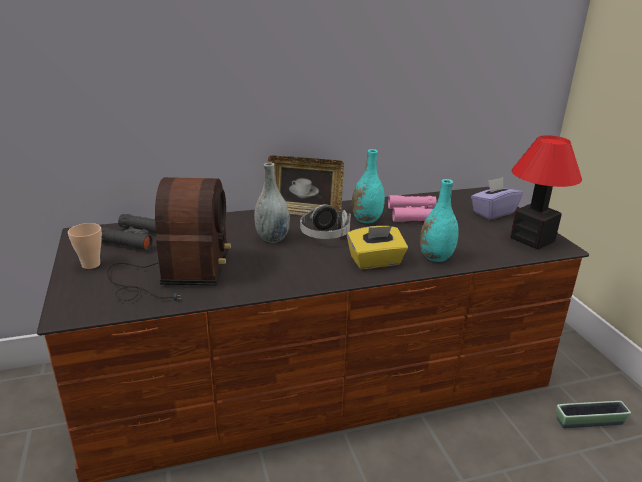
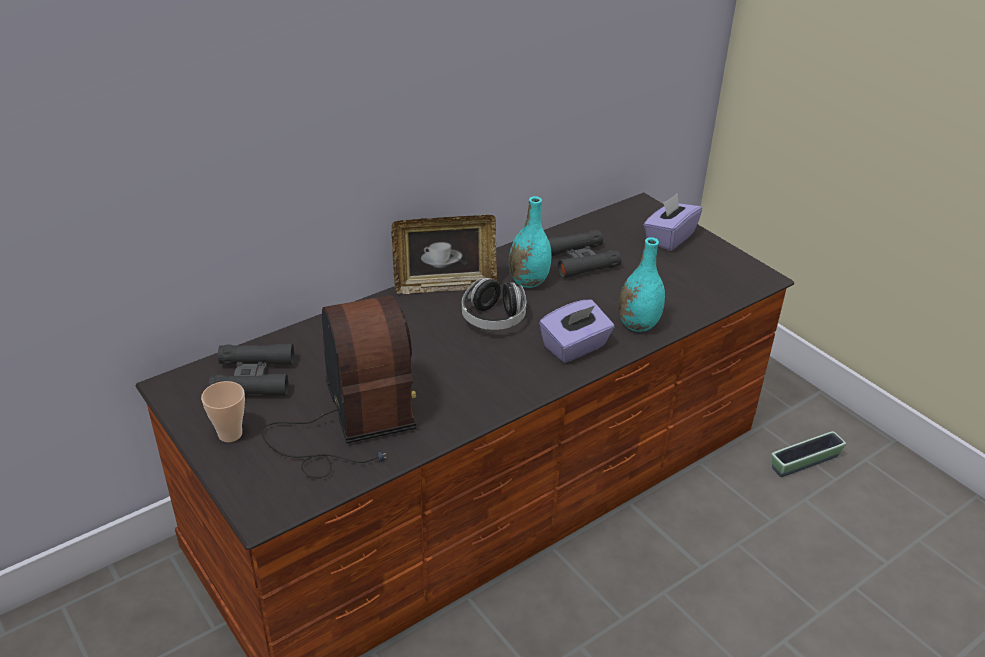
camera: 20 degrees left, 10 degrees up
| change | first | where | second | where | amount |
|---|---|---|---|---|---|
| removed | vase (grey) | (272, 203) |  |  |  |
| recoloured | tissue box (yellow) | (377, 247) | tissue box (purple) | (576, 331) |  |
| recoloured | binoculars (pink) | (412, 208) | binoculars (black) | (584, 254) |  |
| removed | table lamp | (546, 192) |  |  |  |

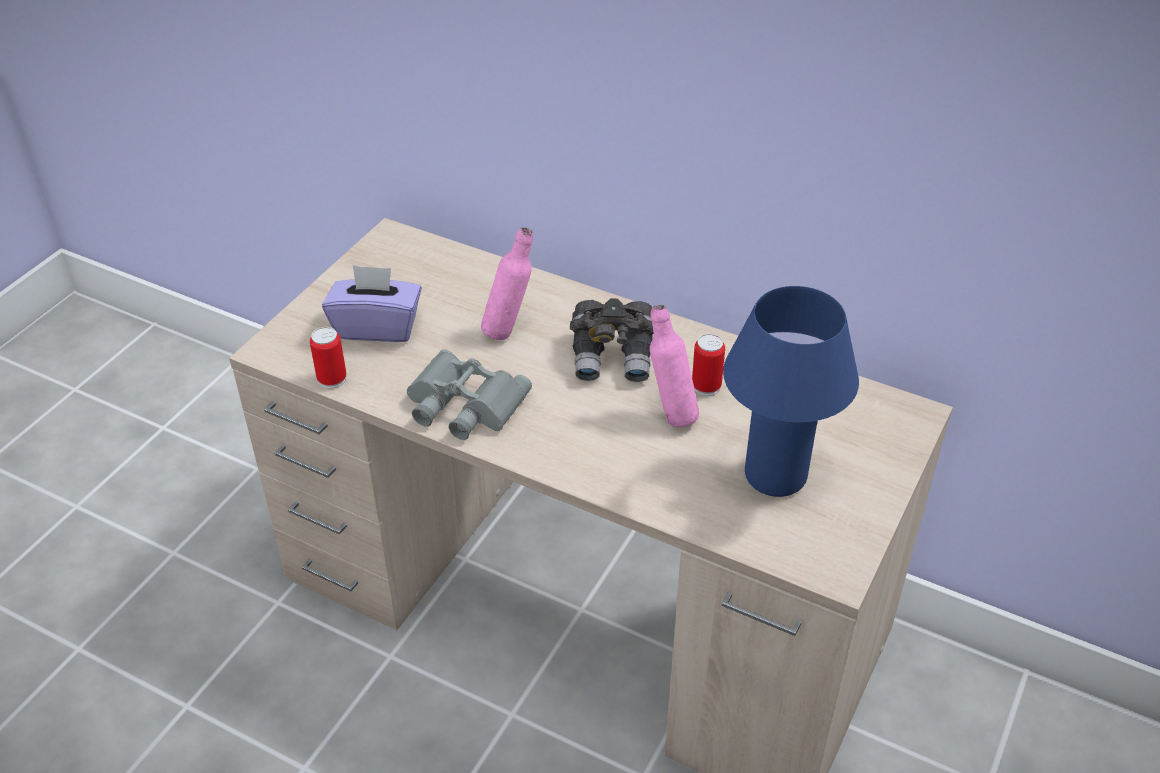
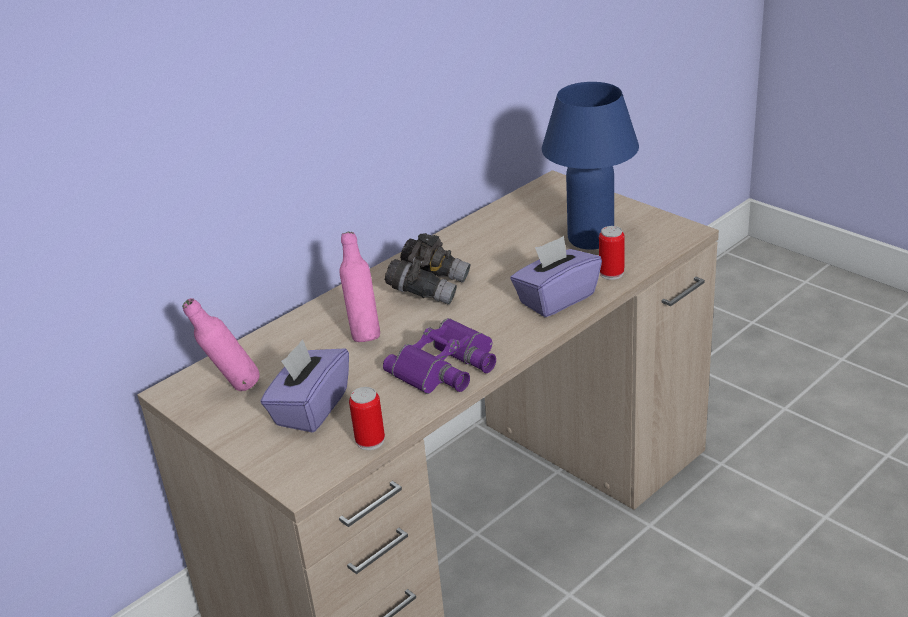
camera: 70 degrees left, 10 degrees down
| change | first | where | second | where | amount |
|---|---|---|---|---|---|
| recoloured | binoculars (grey) | (469, 394) | binoculars (purple) | (439, 356) |  |
| moved | bottle (pink) | (674, 366) |  | (221, 344) |  |
| moved | can | (708, 365) |  | (612, 253) |  |
| added |  |  | tissue box (purple) | (556, 276) |  |

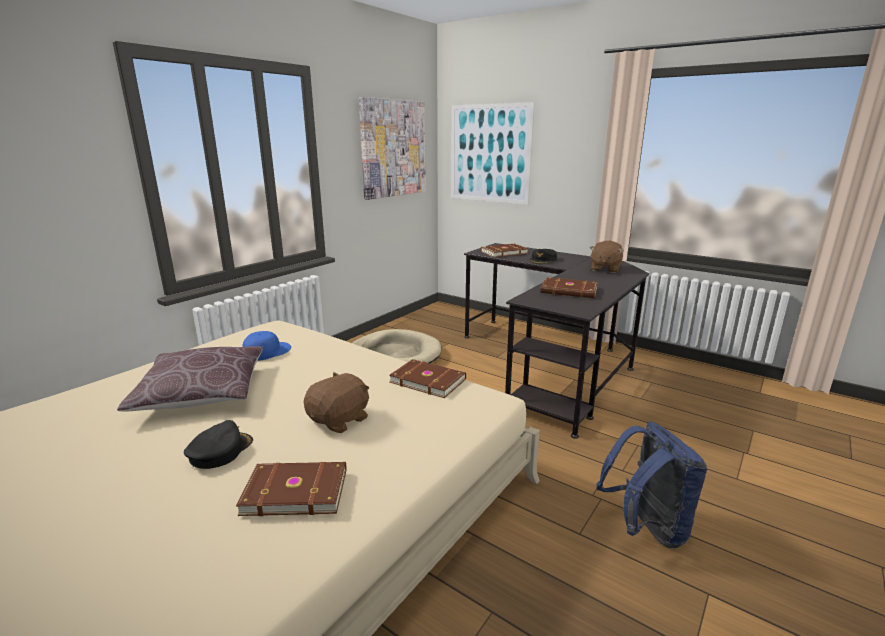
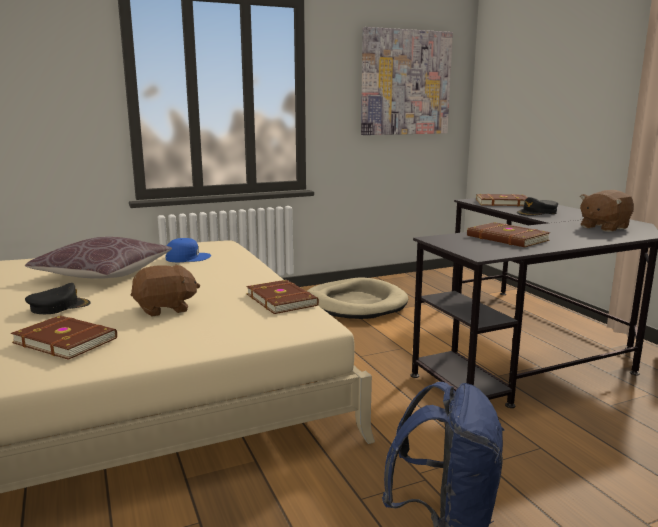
camera: 30 degrees right, 5 degrees down
| change | first | where | second | where | amount |
|---|---|---|---|---|---|
| removed | picture | (493, 153) |  |  |  |

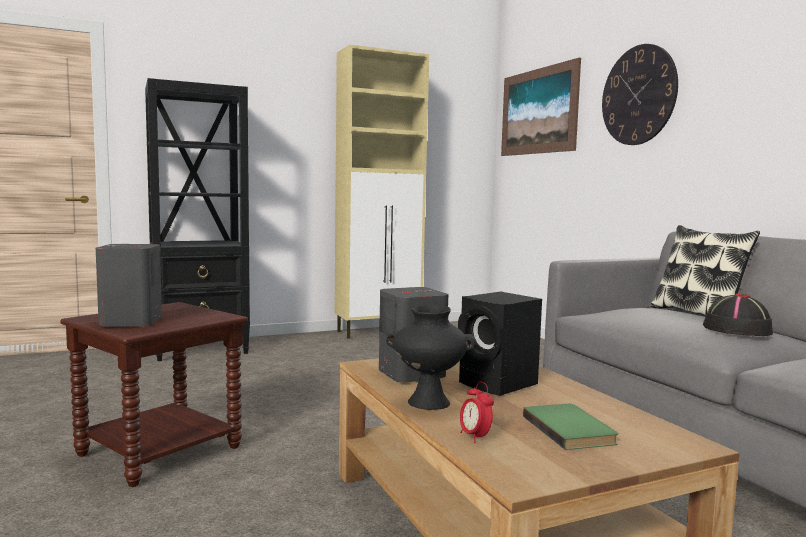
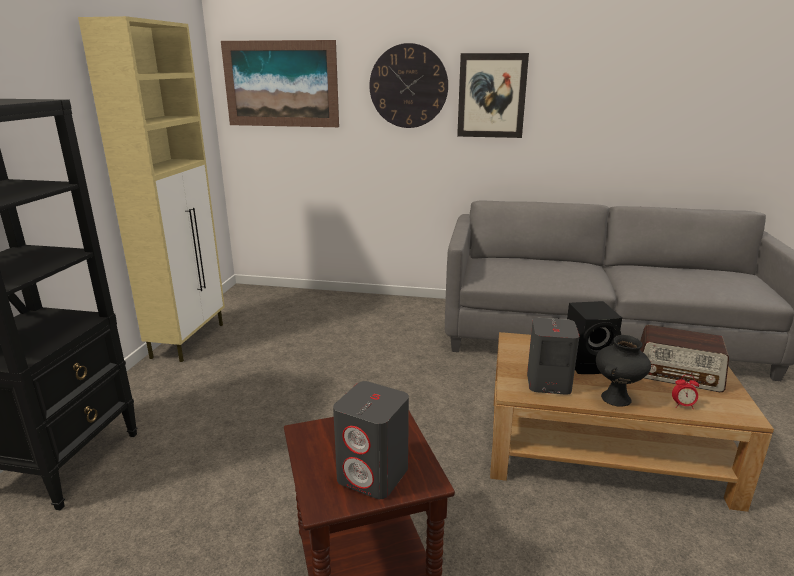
camera: 55 degrees left, 15 degrees up
| change | first | where | second | where | amount |
|---|---|---|---|---|---|
| replaced | book (green) | (570, 427) | radio | (684, 358) |  |
| removed | pillow | (705, 270) |  |  |  |
| removed | hat (black) | (738, 315) |  |  |  |
| added |  |  | picture | (493, 95) |  |

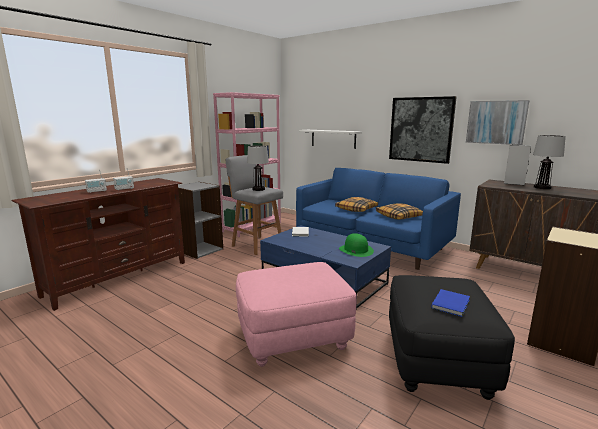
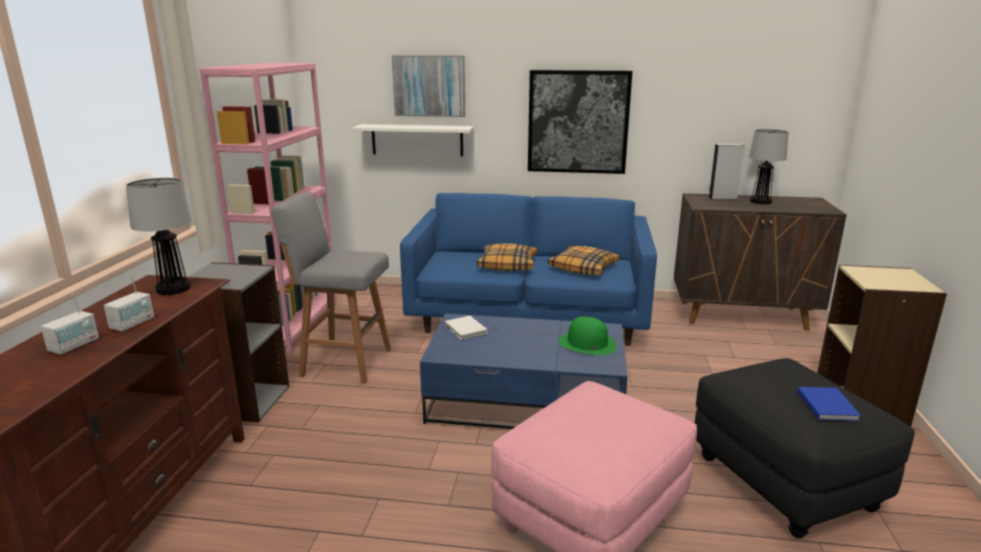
camera: 30 degrees left, 5 degrees up
| change | first | where | second | where | amount |
|---|---|---|---|---|---|
| moved | table lamp | (258, 168) |  | (159, 236) |  |
| moved | picture | (497, 122) |  | (428, 86) |  |

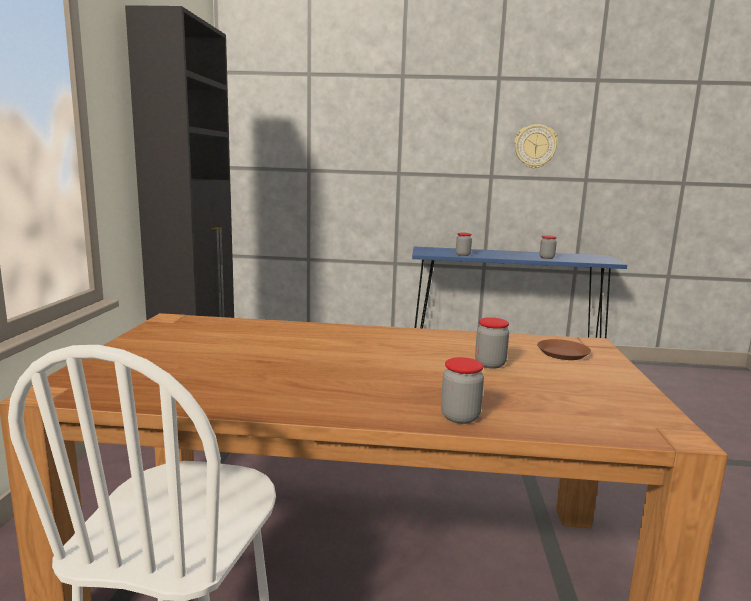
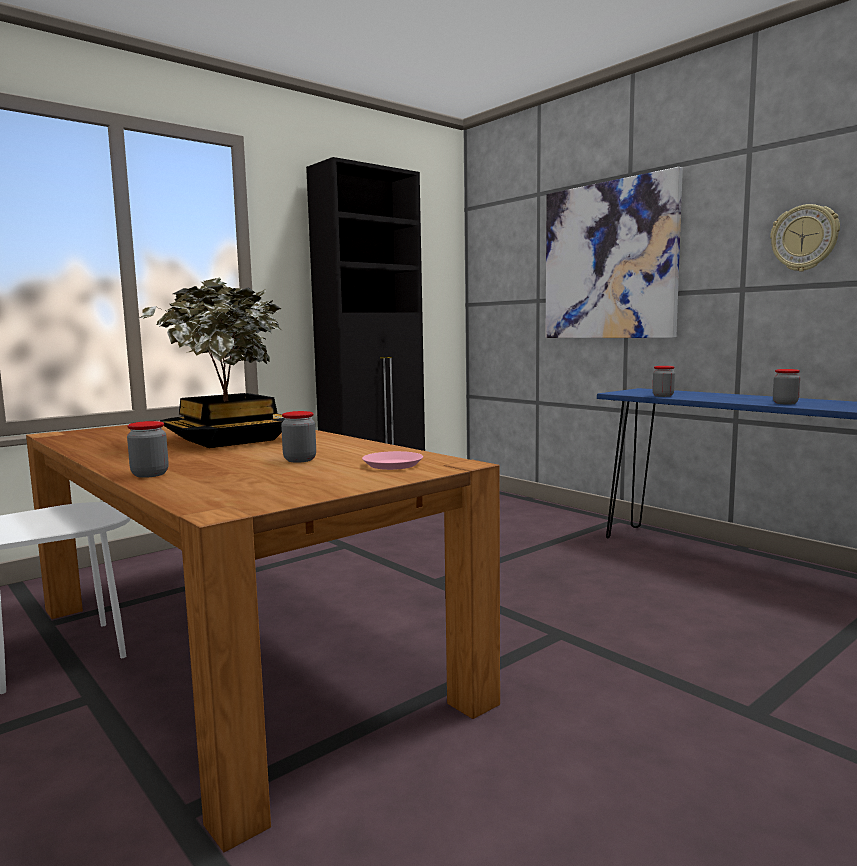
camera: 45 degrees right, 5 degrees down
| change | first | where | second | where | amount |
|---|---|---|---|---|---|
| recoloured | plate (brown) | (564, 349) | plate (pink) | (392, 460) |  |
| added |  |  | potted plant | (212, 363) |  |
| added |  |  | picture | (614, 252) |  |

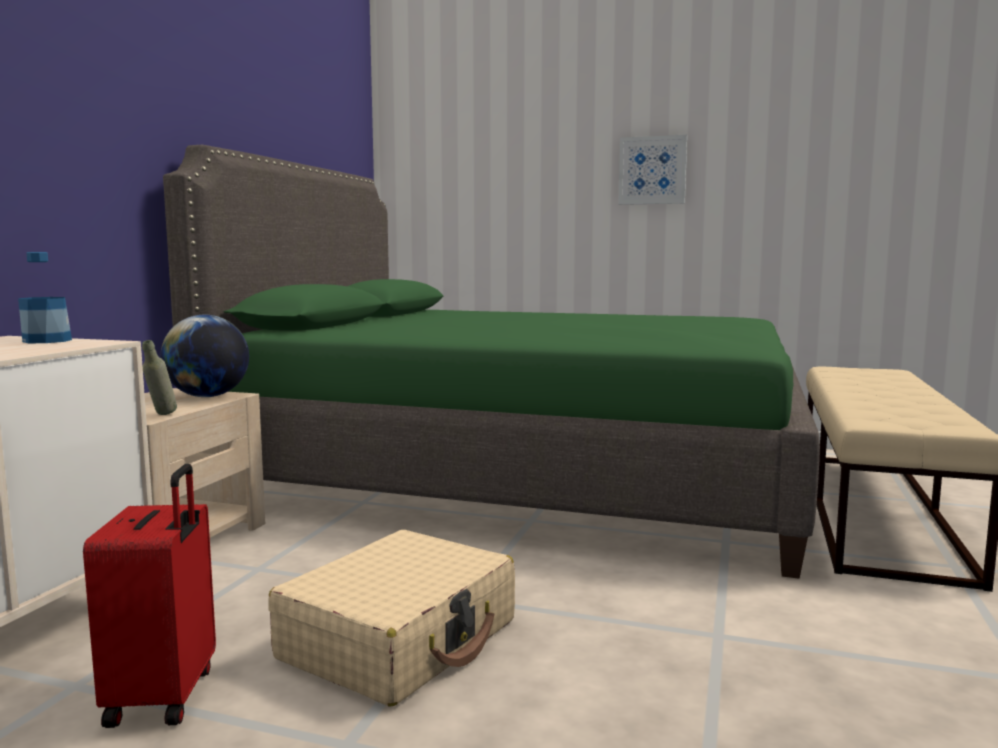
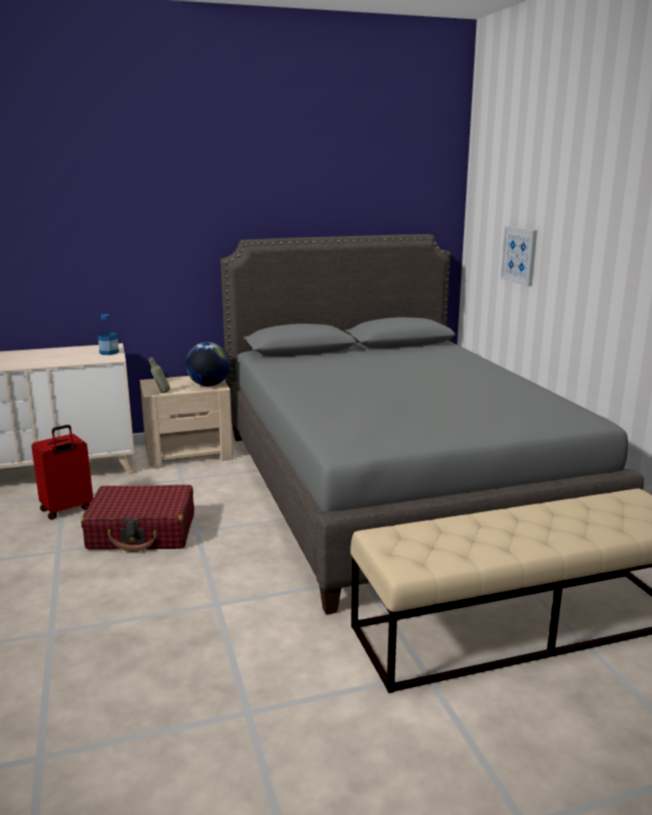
camera: 55 degrees right, 10 degrees up
| change | first | where | second | where | amount |
|---|---|---|---|---|---|
| recoloured | bed (green) | (491, 362) | bed (grey) | (432, 424) |  |
| recoloured | suitcase (beige) | (391, 618) | suitcase (red) | (137, 518) |  |
| moved | picture | (652, 170) |  | (518, 256) |  |

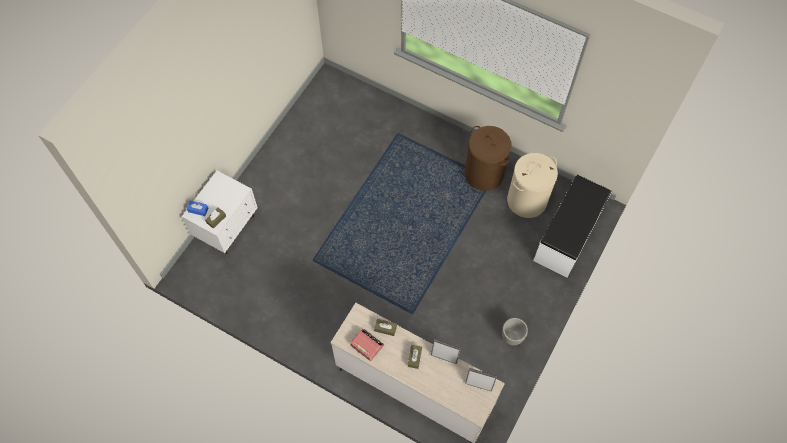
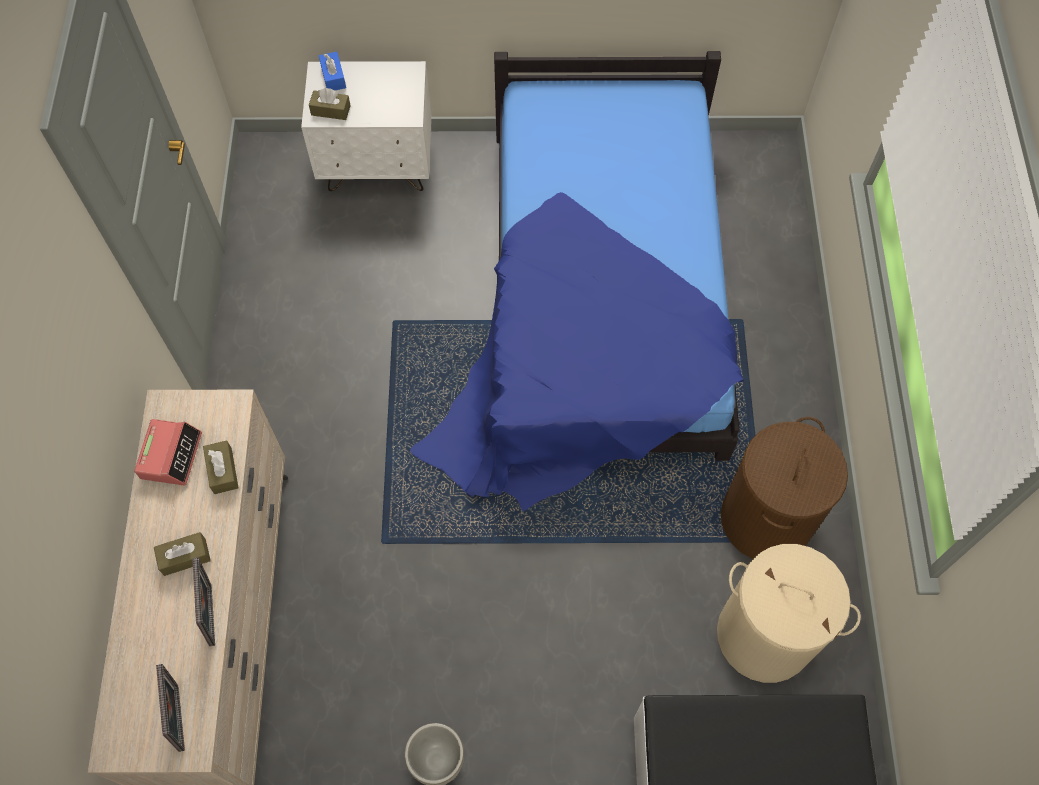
camera: 60 degrees right, 0 degrees up
| change | first | where | second | where | amount |
|---|---|---|---|---|---|
| added |  |  | bed | (576, 281) |  |

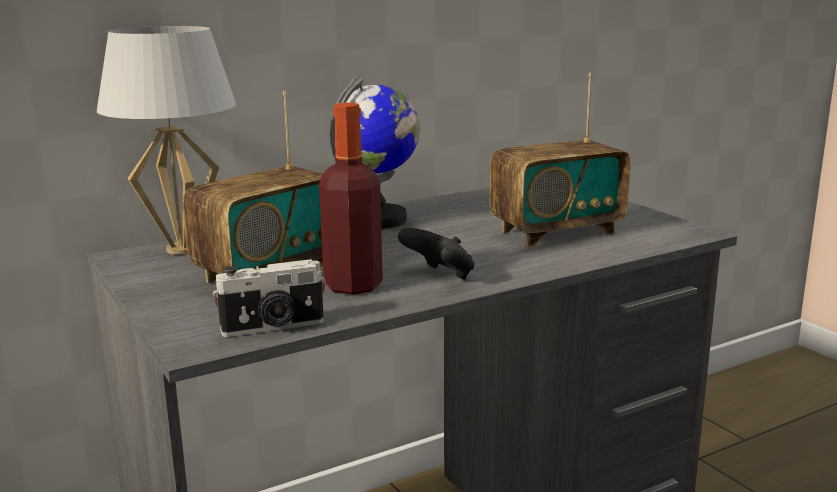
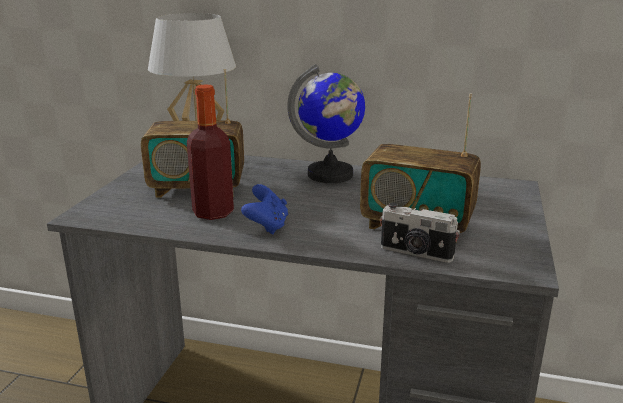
camera: 45 degrees right, 5 degrees up
| change | first | where | second | where | amount |
|---|---|---|---|---|---|
| moved | photo camera | (269, 298) |  | (420, 233) |  |
| recoloured | game controller (black) | (436, 254) | game controller (blue) | (264, 209) |  |

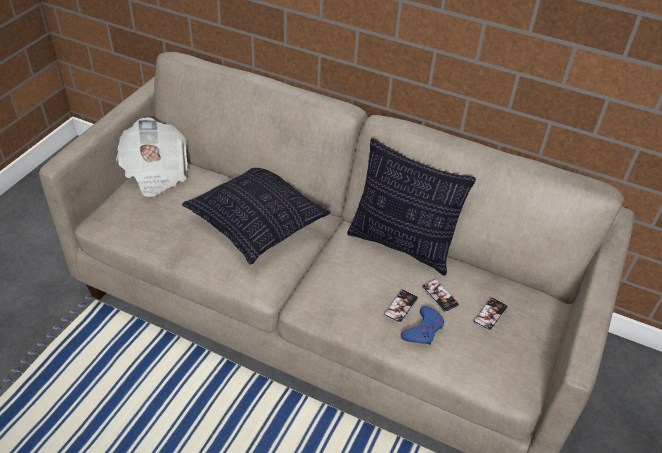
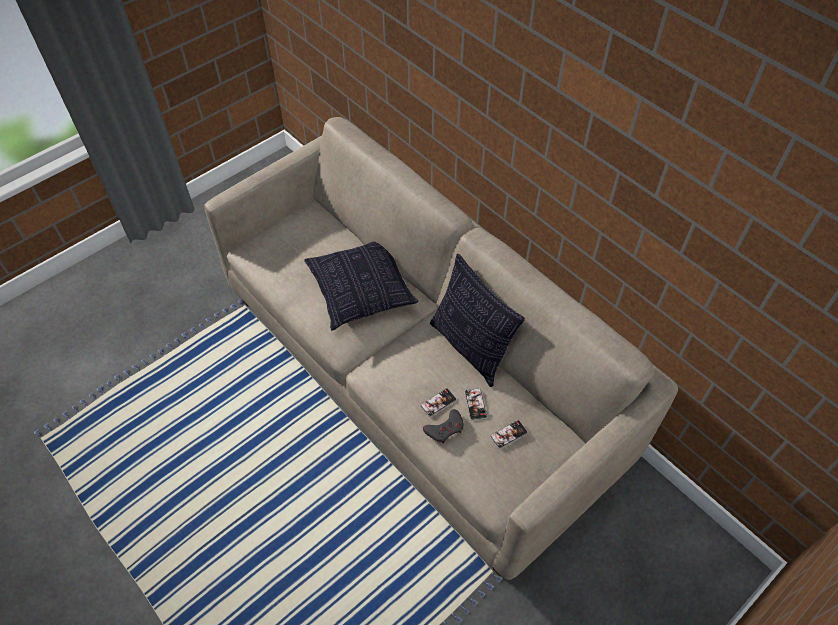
camera: 25 degrees right, 10 degrees up
| change | first | where | second | where | amount |
|---|---|---|---|---|---|
| removed | newspaper | (151, 157) |  |  |  |
| recoloured | game controller (blue) | (422, 325) | game controller (grey) | (443, 426) |  |

